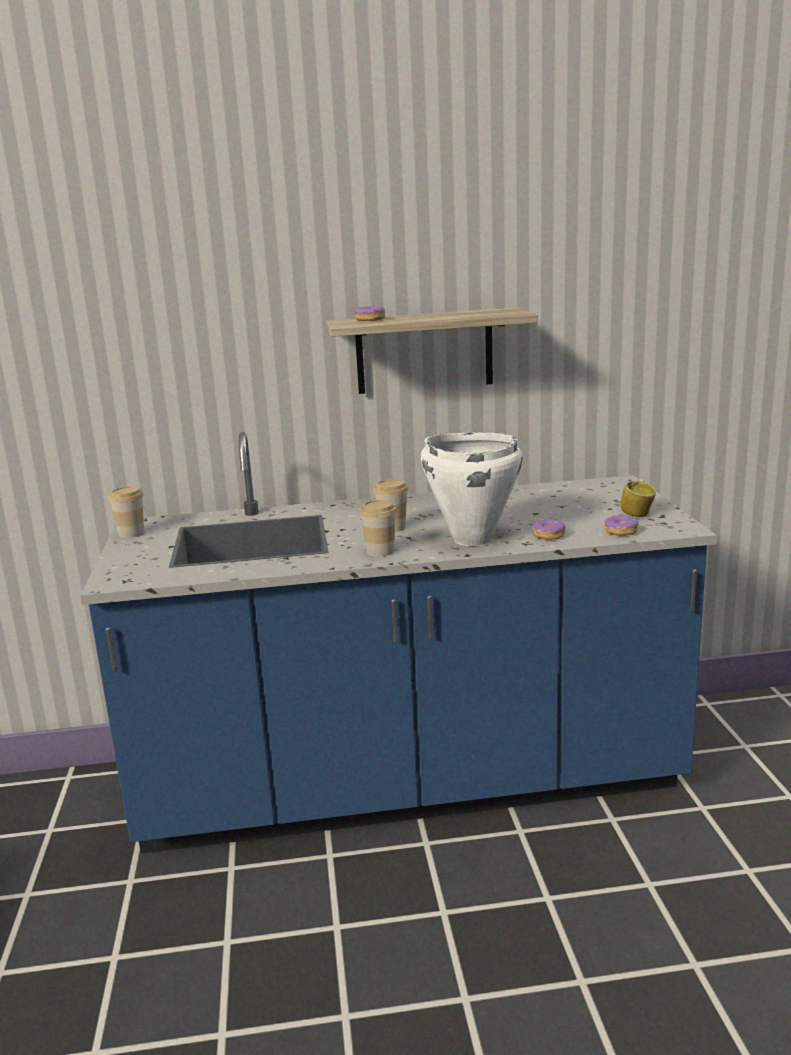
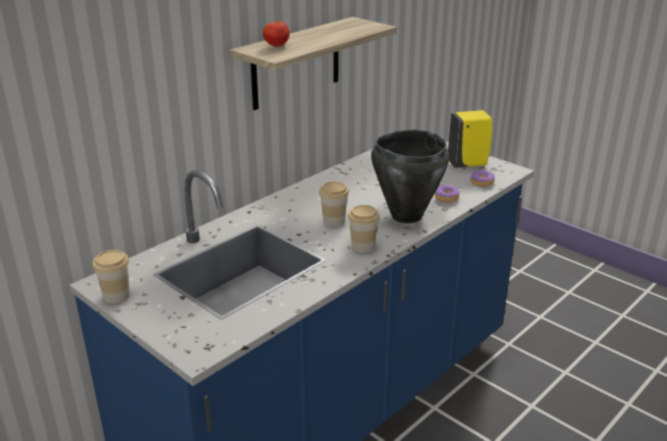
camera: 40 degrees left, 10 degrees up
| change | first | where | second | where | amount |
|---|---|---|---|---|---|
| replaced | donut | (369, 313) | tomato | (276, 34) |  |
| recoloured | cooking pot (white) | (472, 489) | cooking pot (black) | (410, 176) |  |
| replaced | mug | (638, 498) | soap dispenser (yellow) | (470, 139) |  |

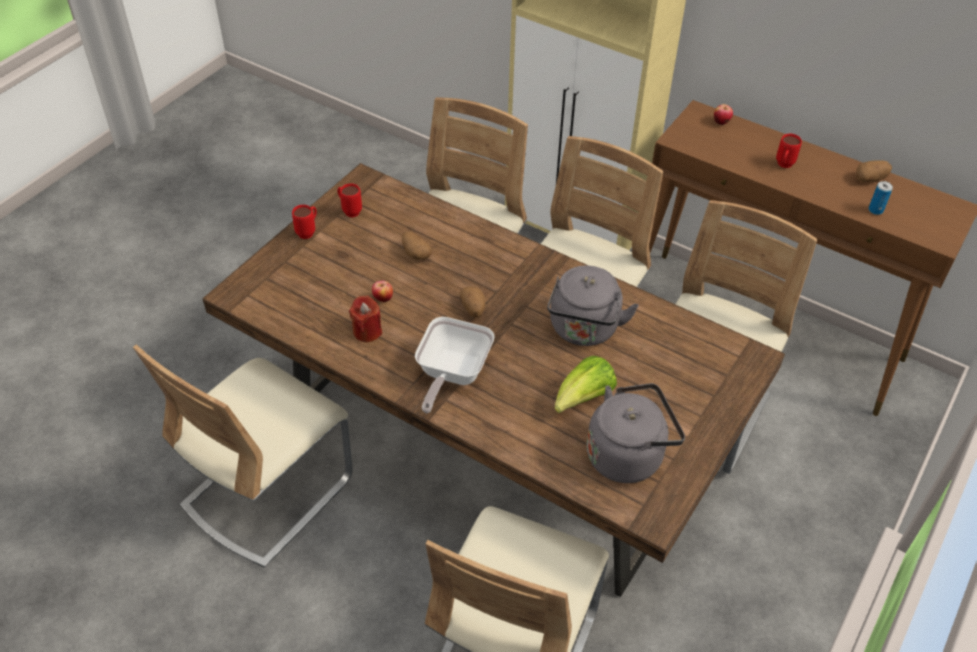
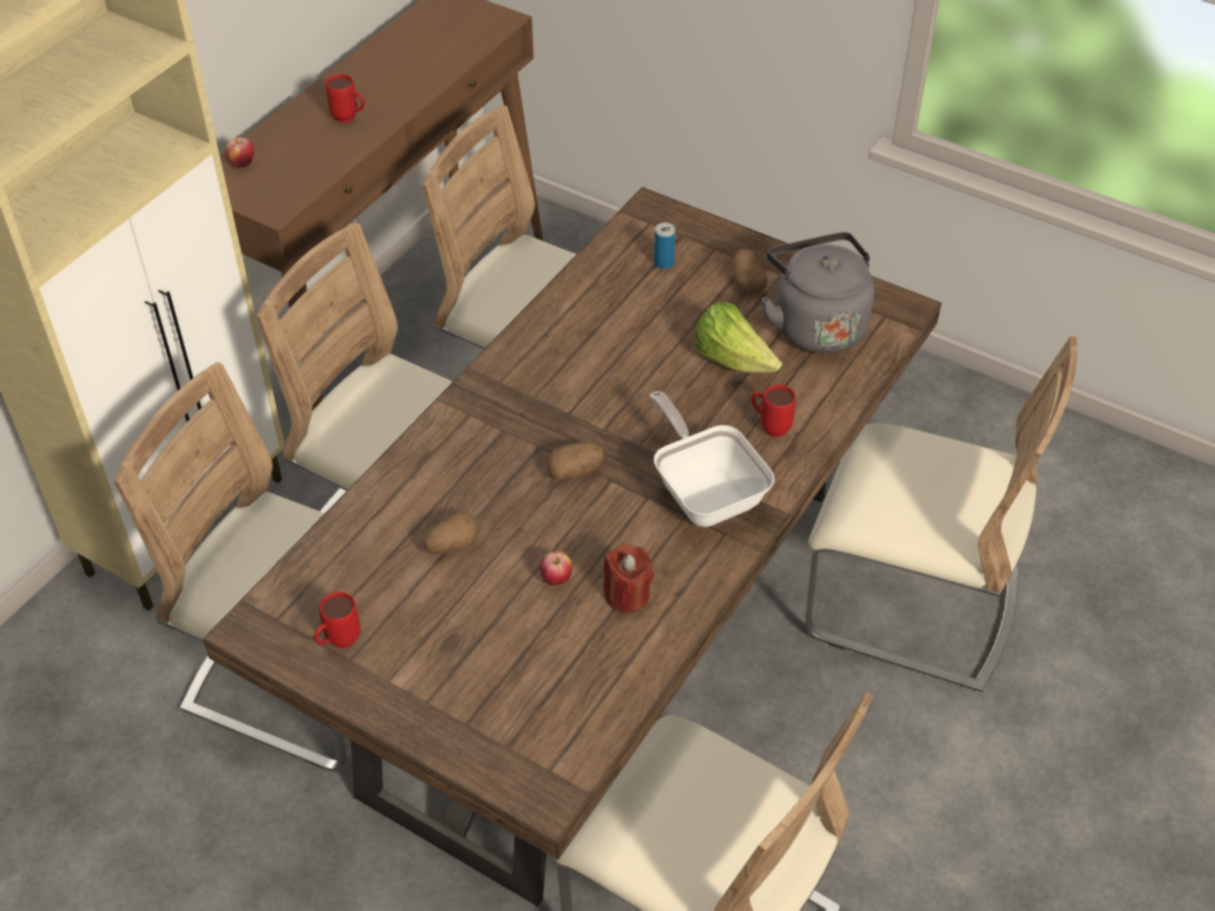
camera: 90 degrees left, 0 degrees up
| change | first | where | second | where | amount |
|---|---|---|---|---|---|
| moved | mug (red) | (304, 222) |  | (773, 411) |  |
| turned | frying pan | (455, 365) |  | (712, 459) | 135 degrees counterclockwise |
| removed | kettle (grey) | (593, 305) |  |  |  |
| moved | potato | (874, 171) |  | (750, 270) |  |
| moved | can | (881, 198) |  | (664, 246) |  |

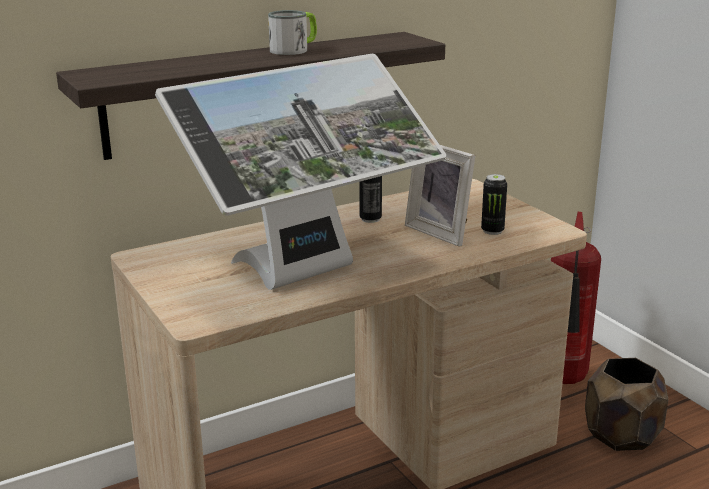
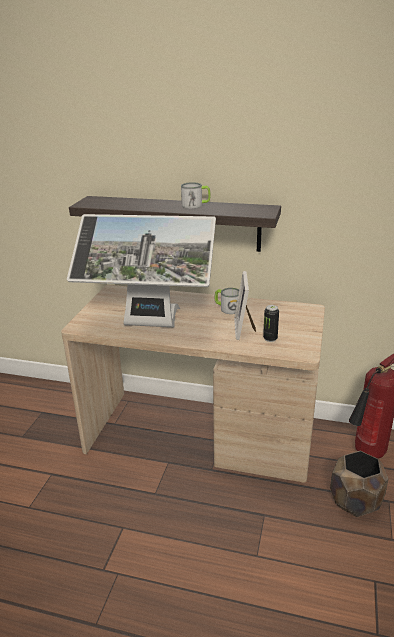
camera: 45 degrees right, 5 degrees up
| change | first | where | second | where | amount |
|---|---|---|---|---|---|
| replaced | can | (370, 199) | mug | (226, 301) |  |

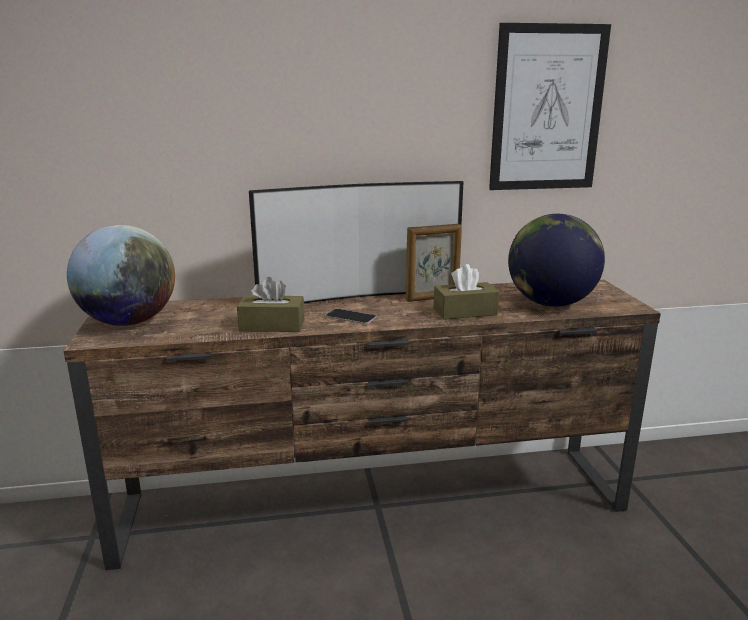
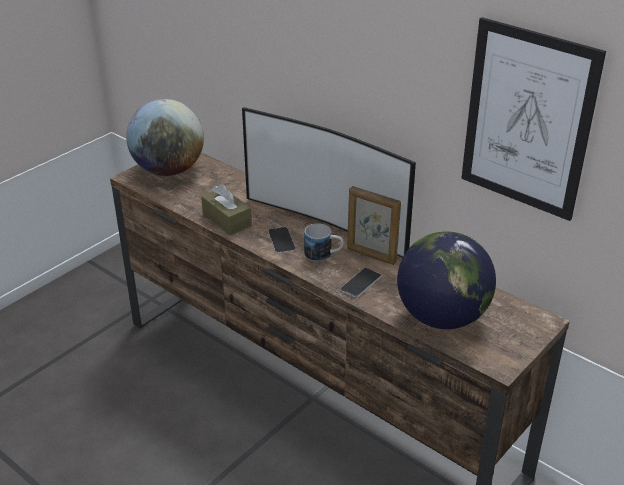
camera: 50 degrees right, 15 degrees up
| change | first | where | second | where | amount |
|---|---|---|---|---|---|
| replaced | tissue box (brown) | (466, 292) | phone | (361, 283) |  |
| added |  |  | mug | (324, 242) |  |

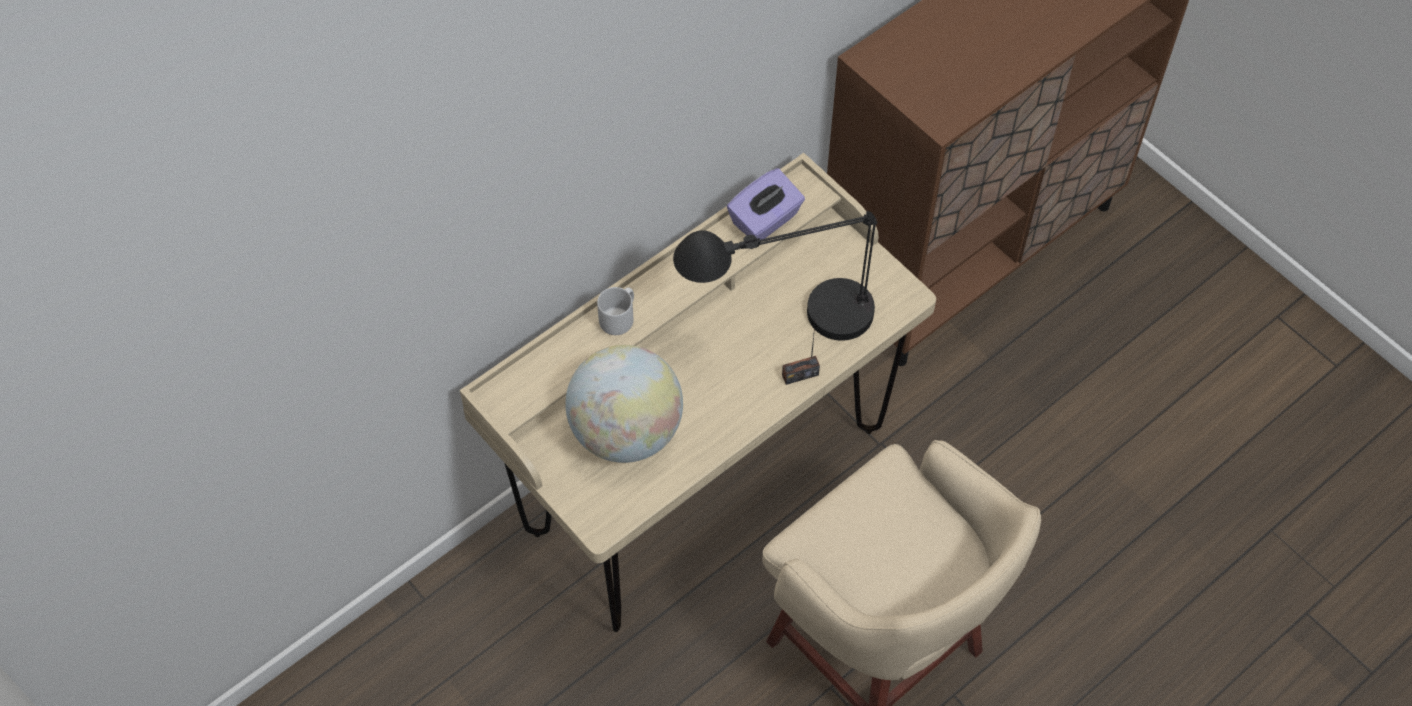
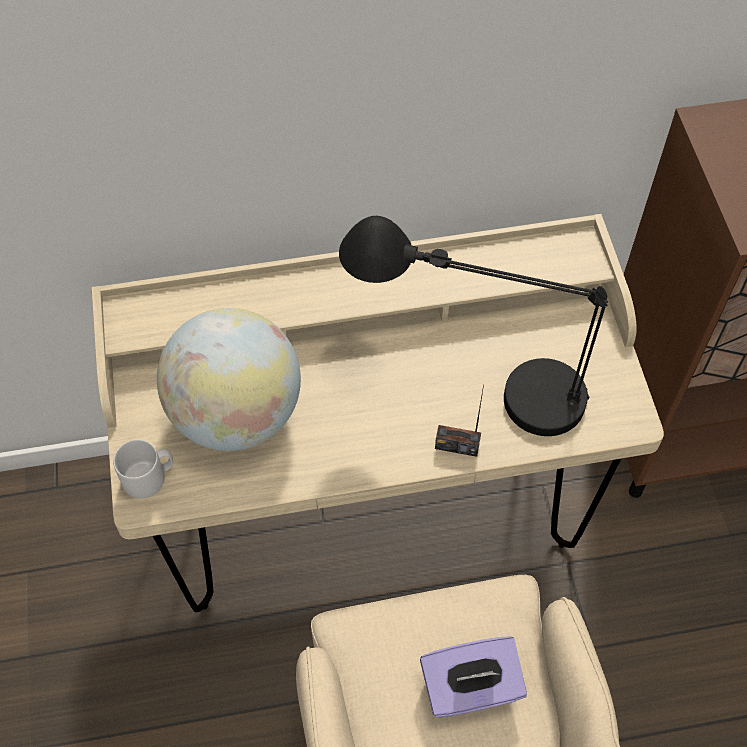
camera: 30 degrees right, 0 degrees up
| change | first | where | second | where | amount |
|---|---|---|---|---|---|
| moved | mug (grey) | (615, 311) |  | (143, 469) |  |
| moved | tissue box (purple) | (766, 204) |  | (473, 677) |  |

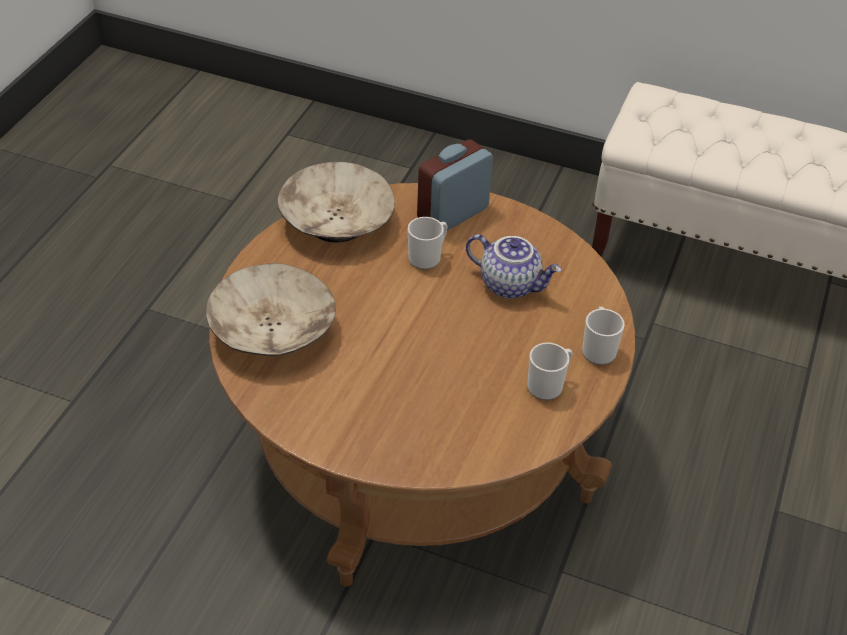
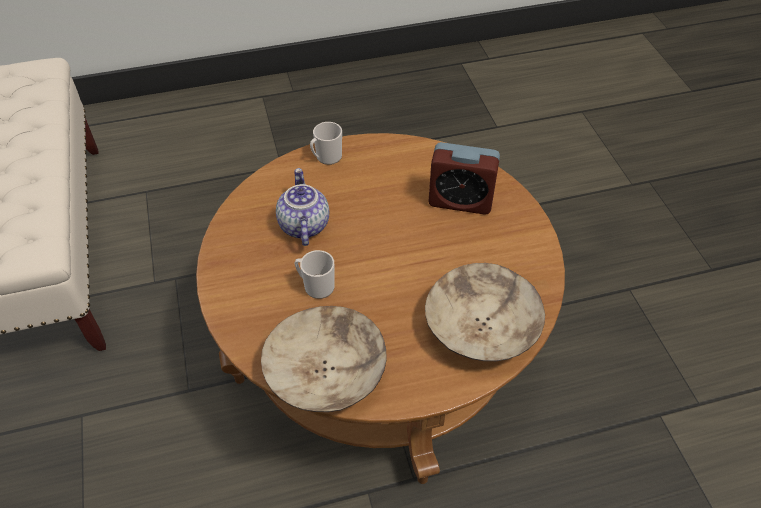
camera: 125 degrees left, 5 degrees up
| change | first | where | second | where | amount |
|---|---|---|---|---|---|
| moved | alarm clock | (455, 185) |  | (464, 178) |  |
| removed | mug | (549, 371) |  |  |  |

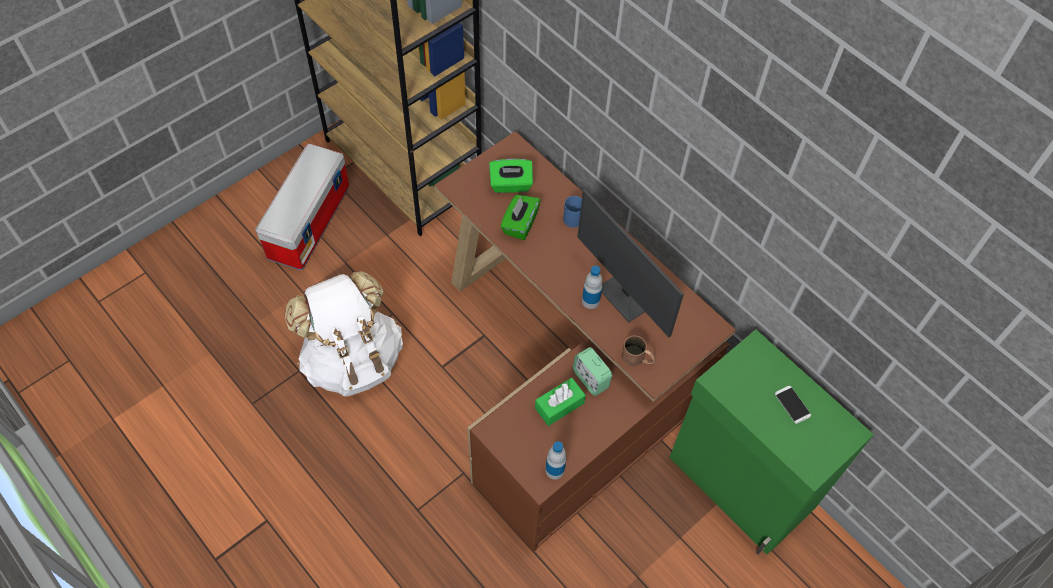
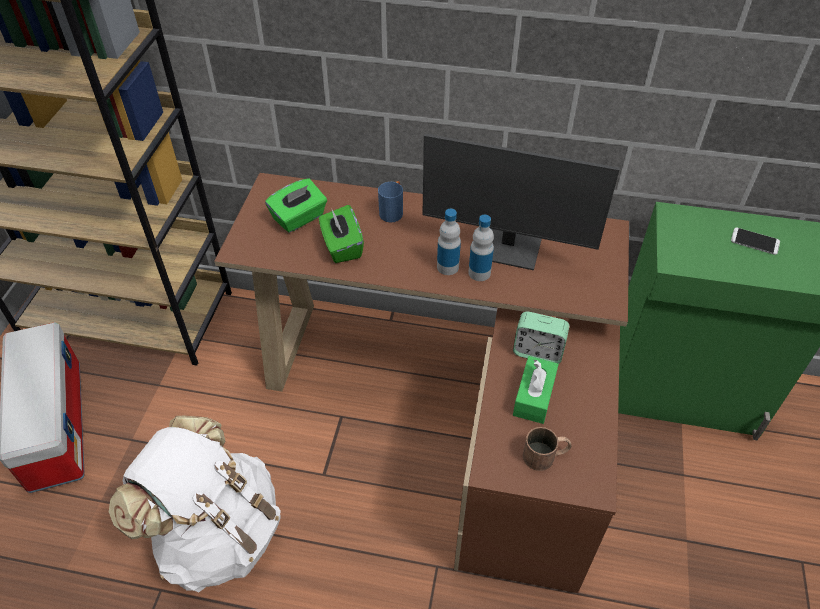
camera: 35 degrees left, 10 degrees down
| change | first | where | second | where | amount |
|---|---|---|---|---|---|
| moved | bottle | (555, 460) |  | (449, 242) |  |
| moved | mug (brown) | (638, 351) |  | (547, 449) |  |

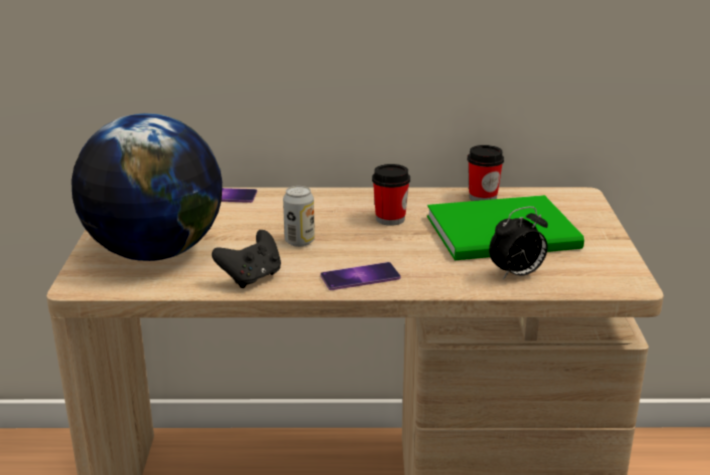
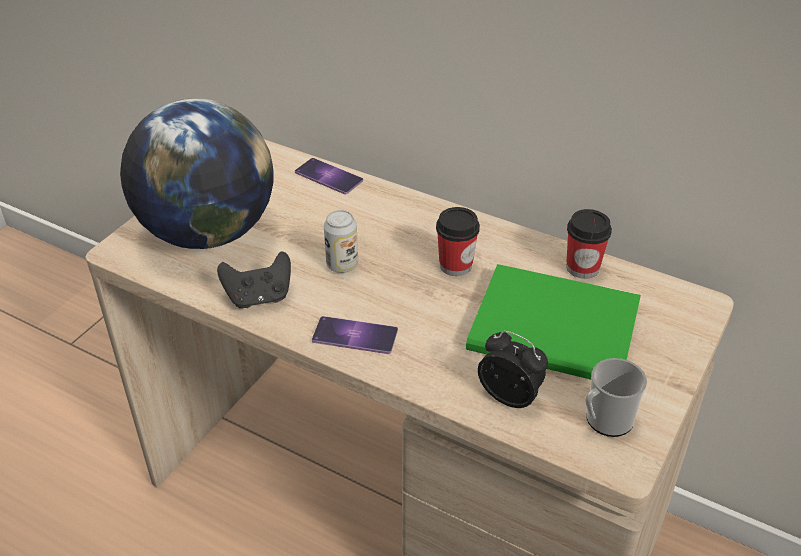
camera: 30 degrees right, 15 degrees up
| change | first | where | second | where | amount |
|---|---|---|---|---|---|
| turned | alarm clock | (518, 243) |  | (513, 369) | 150 degrees counterclockwise |
| added |  |  | mug | (616, 397) |  |

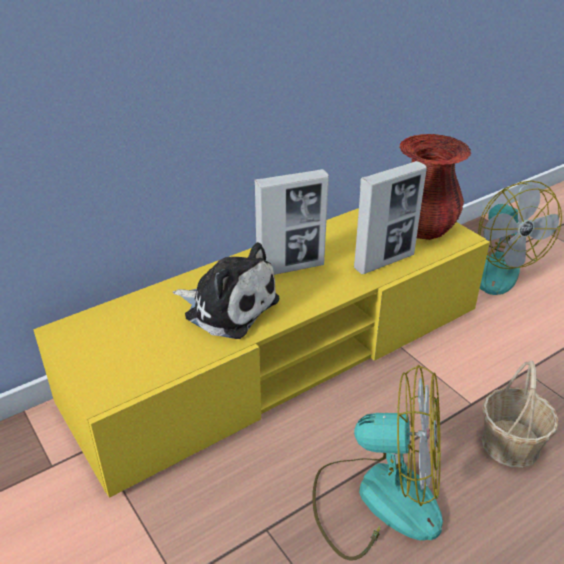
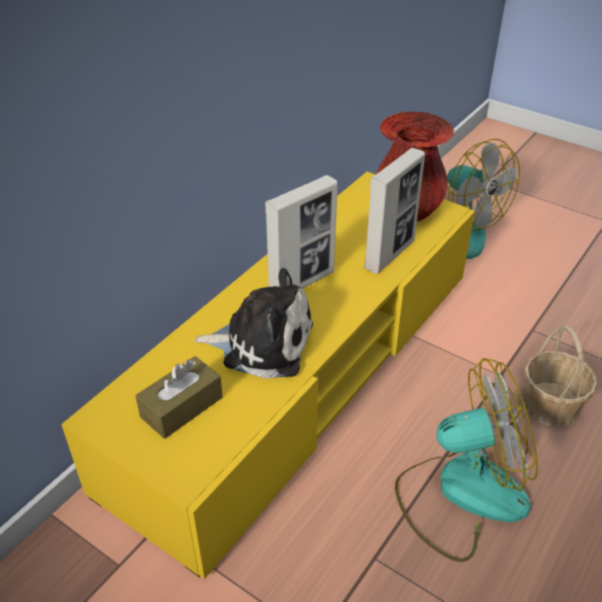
camera: 20 degrees left, 5 degrees up
| change | first | where | second | where | amount |
|---|---|---|---|---|---|
| added |  |  | tissue box (brown) | (179, 397) |  |

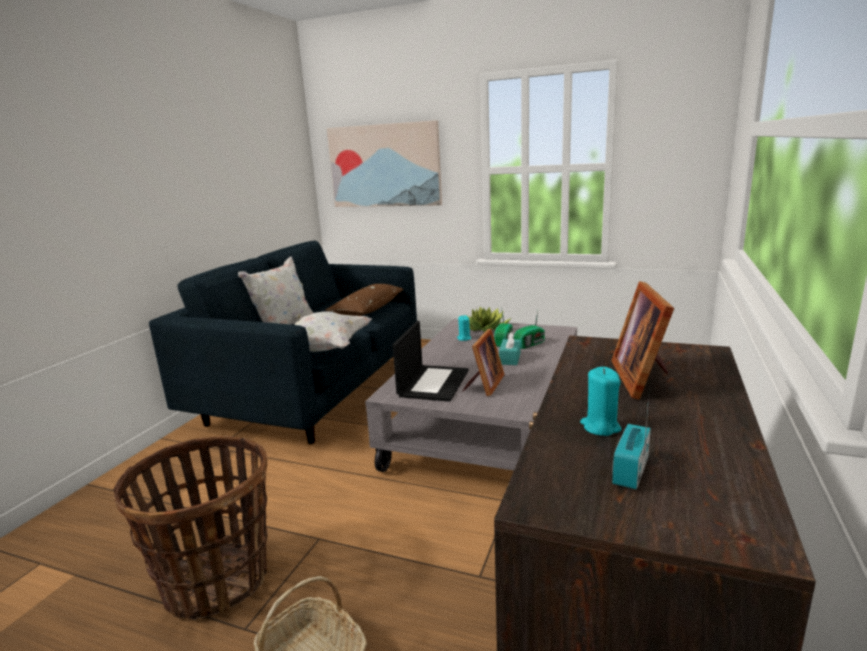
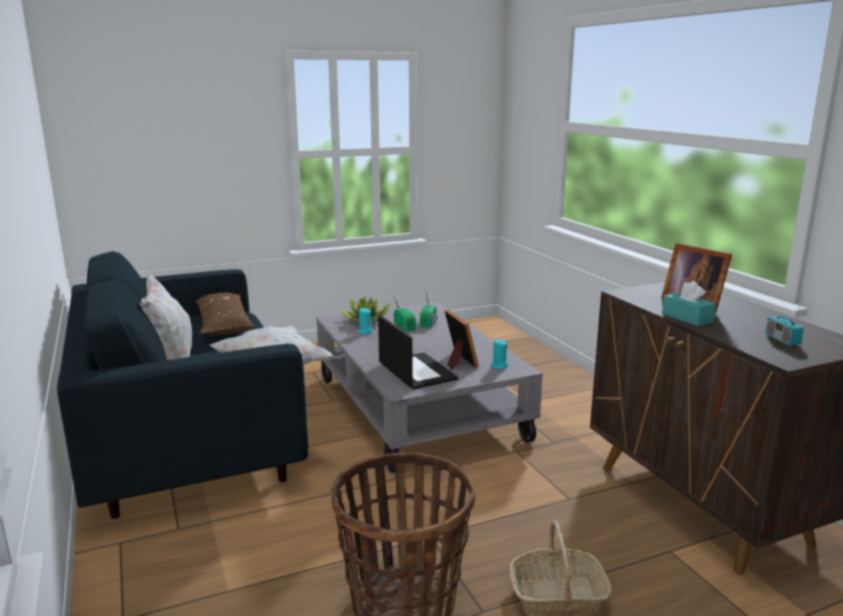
camera: 45 degrees left, 0 degrees up
| change | first | where | second | where | amount |
|---|---|---|---|---|---|
| removed | picture | (384, 163) |  |  |  |
| moved | tissue box (turquoise) | (509, 348) |  | (689, 303) |  |
| moved | candle (turquoise) | (600, 401) |  | (499, 354) |  |

